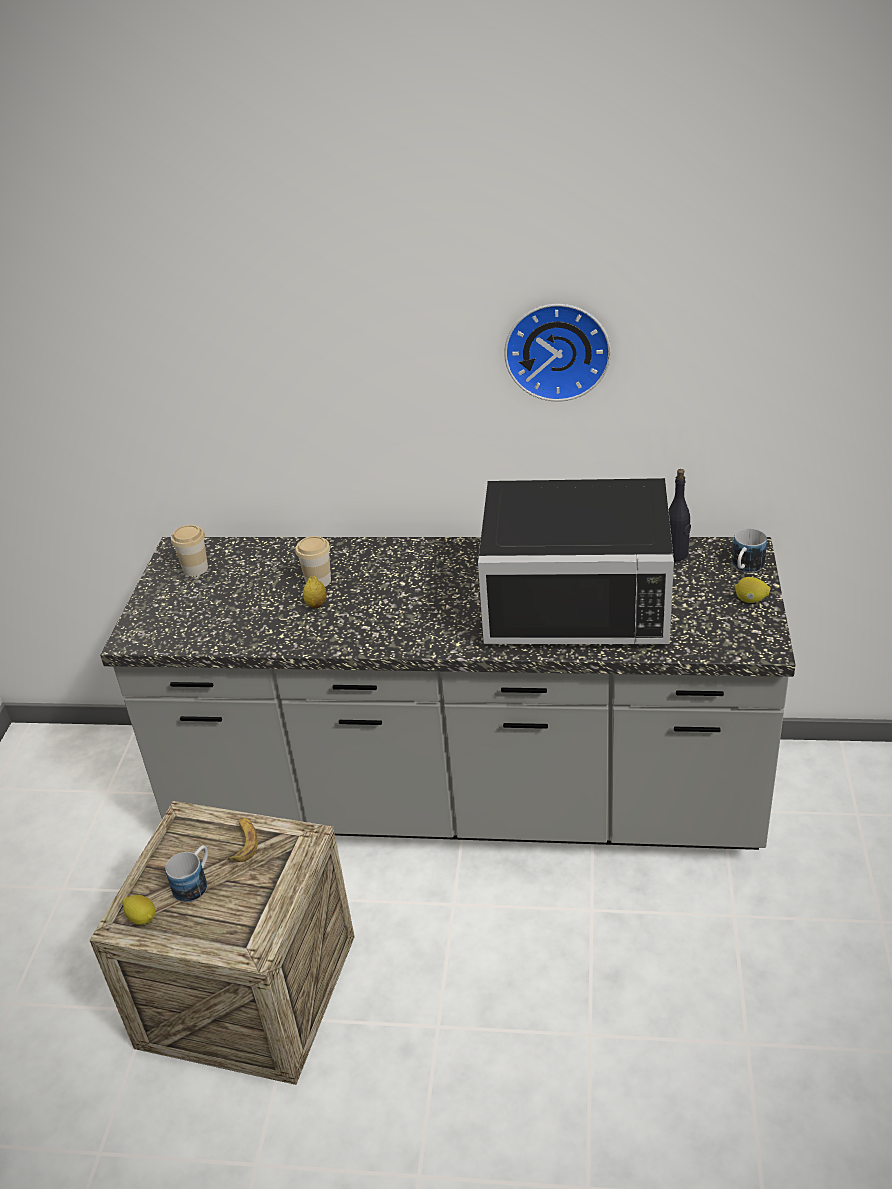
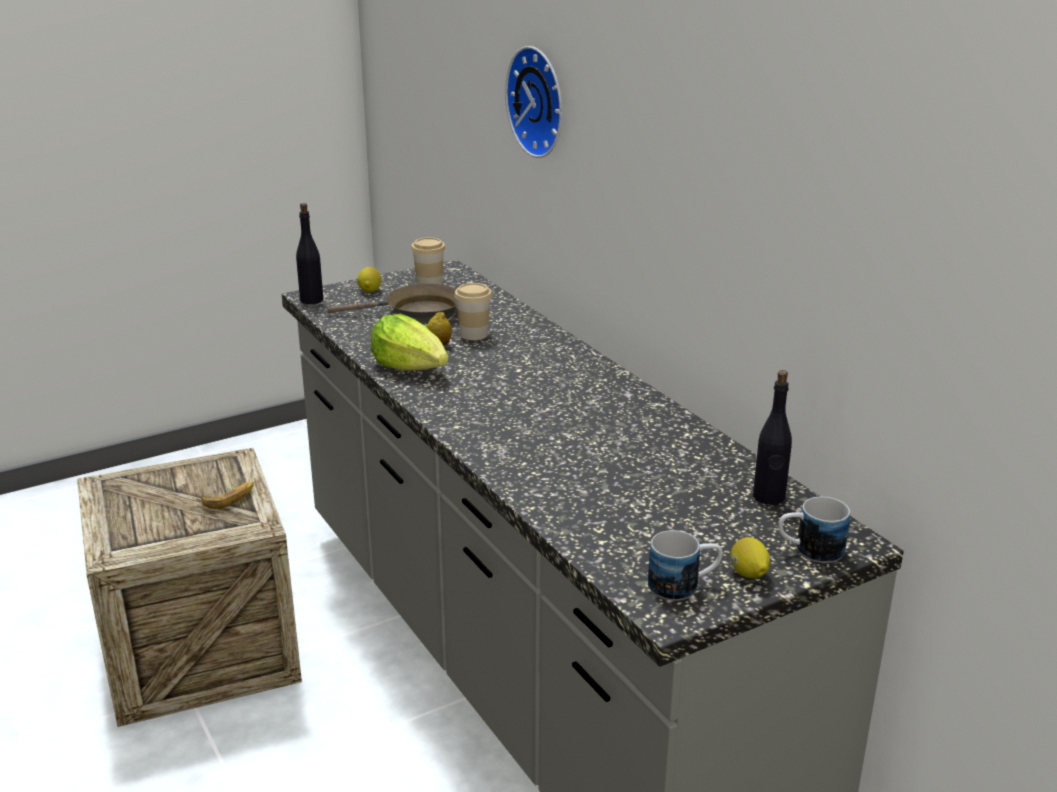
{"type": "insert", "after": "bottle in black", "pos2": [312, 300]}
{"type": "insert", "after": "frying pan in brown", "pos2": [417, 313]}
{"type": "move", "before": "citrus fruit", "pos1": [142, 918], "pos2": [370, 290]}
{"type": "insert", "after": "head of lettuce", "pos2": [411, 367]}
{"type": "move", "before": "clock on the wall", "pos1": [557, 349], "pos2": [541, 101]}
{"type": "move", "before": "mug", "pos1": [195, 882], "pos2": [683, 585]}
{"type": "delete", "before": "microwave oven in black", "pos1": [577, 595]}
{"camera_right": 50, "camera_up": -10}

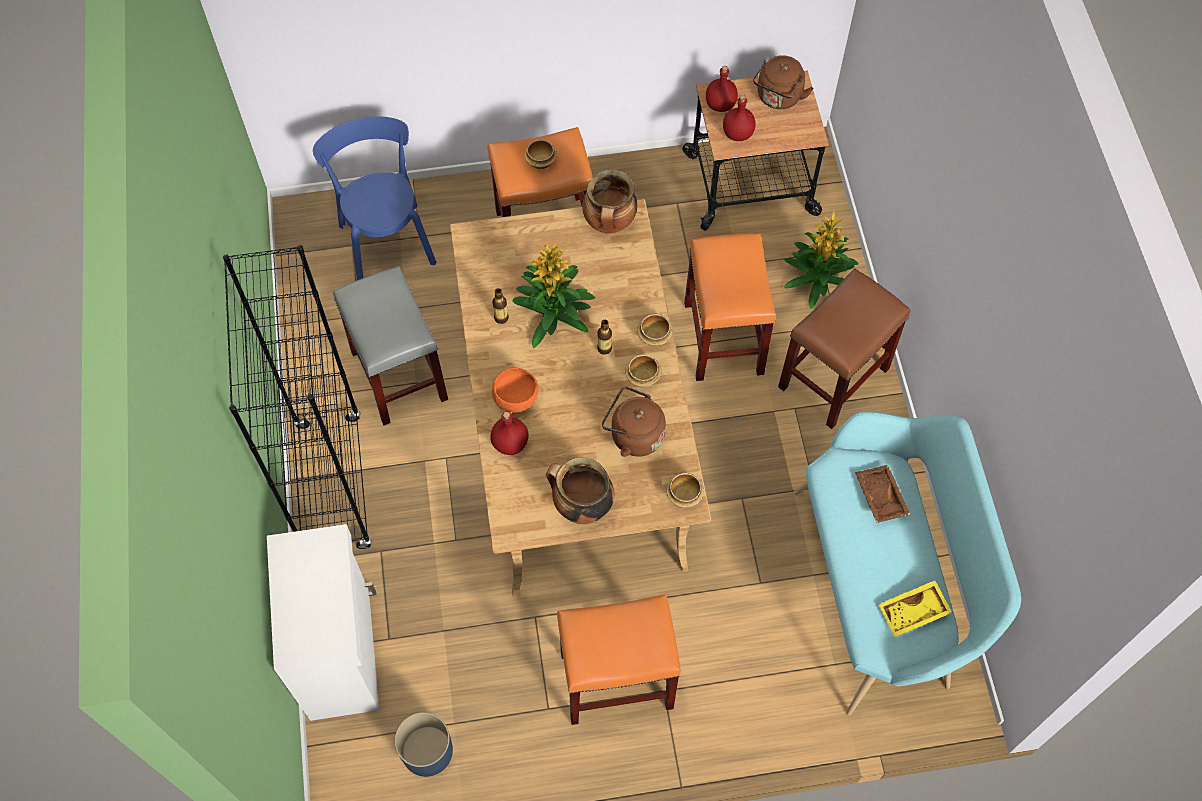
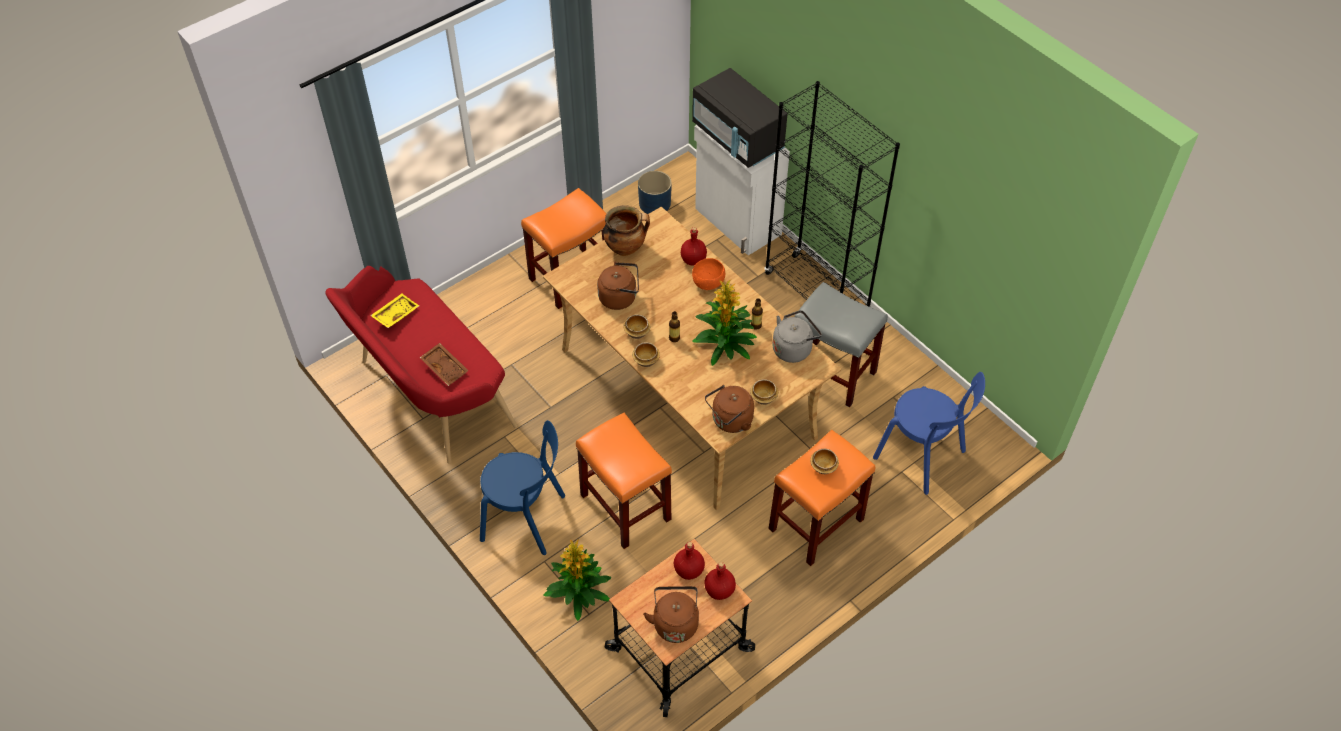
{"type": "recolor", "before": "indoor bench in turquoise-coloured", "after": "indoor bench in red", "pos1": [881, 590], "pos2": [429, 395]}
{"type": "replace", "before": "sitting stool in brown", "after": "plain chair in bluish", "pos1": [833, 377], "pos2": [527, 519]}
{"type": "insert", "after": "microwave oven in black", "pos2": [737, 138]}
{"type": "replace", "before": "stockpot", "after": "tea kettle in brown", "pos1": [610, 224], "pos2": [730, 421]}
{"type": "move", "before": "bowl", "pos1": [684, 494], "pos2": [764, 398]}
{"type": "insert", "after": "tea kettle in grey", "pos2": [793, 348]}
{"camera_right": 150, "camera_up": -10}

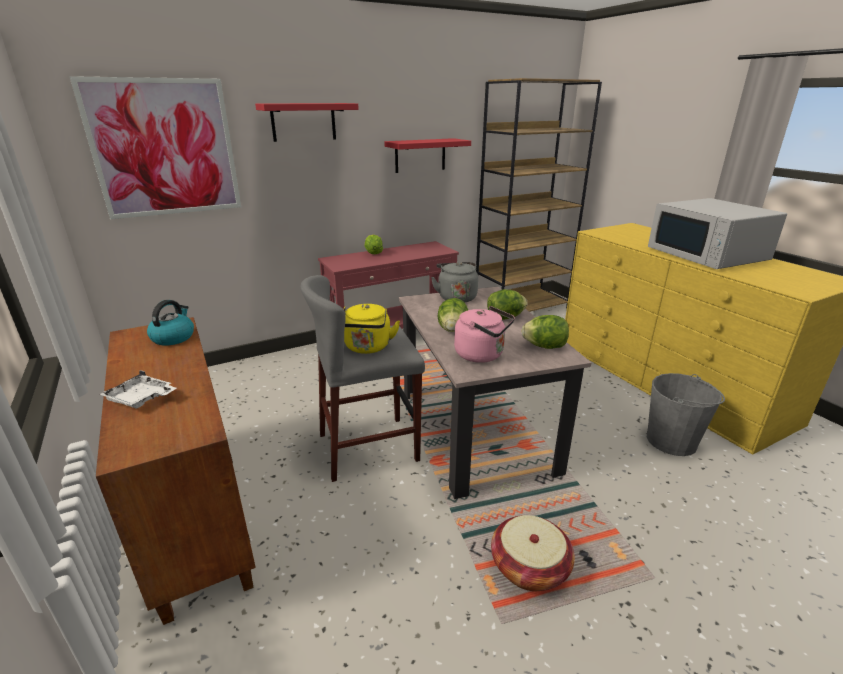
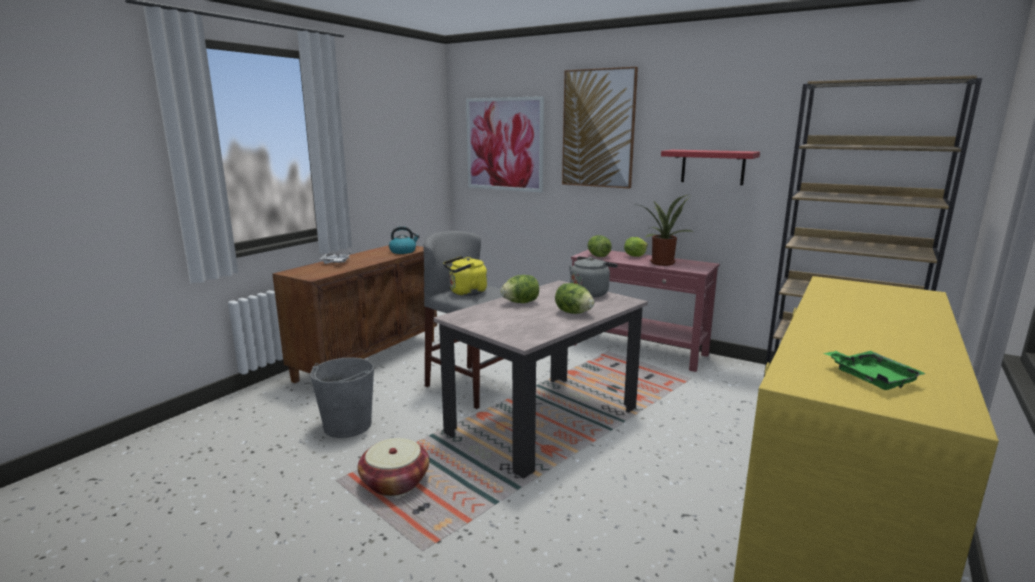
{"type": "move", "before": "bucket in grey", "pos1": [672, 441], "pos2": [347, 426]}
{"type": "replace", "before": "bracket shelf in red", "after": "wall picture", "pos1": [303, 122], "pos2": [598, 129]}
{"type": "move", "before": "head of lettuce", "pos1": [544, 346], "pos2": [598, 256]}
{"type": "insert", "after": "plant in a pot", "pos2": [661, 262]}
{"type": "insert", "after": "serving tray in greenish", "pos2": [871, 378]}
{"type": "delete", "before": "tea kettle in pinkish", "pos1": [482, 355]}
{"type": "delete", "before": "microwave oven in white", "pos1": [707, 255]}
{"camera_right": 60, "camera_up": -10}

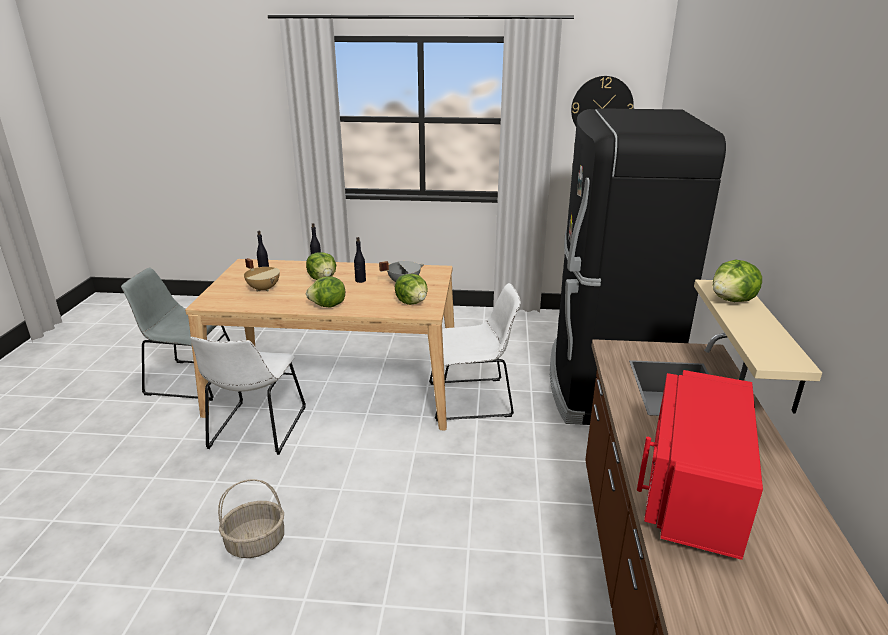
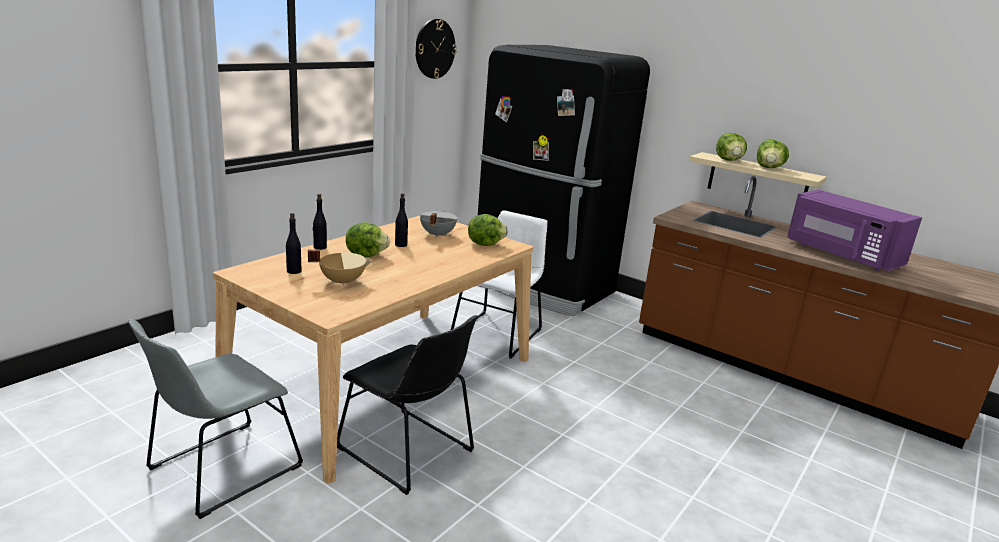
{"type": "recolor", "before": "plain chair in white", "after": "plain chair in black", "pos1": [256, 430], "pos2": [409, 452]}
{"type": "move", "before": "head of lettuce", "pos1": [328, 306], "pos2": [769, 168]}
{"type": "recolor", "before": "microwave oven in red", "after": "microwave oven in purple", "pos1": [692, 490], "pos2": [841, 255]}
{"type": "delete", "before": "storage basket", "pos1": [255, 543]}
{"camera_right": -60, "camera_up": -5}

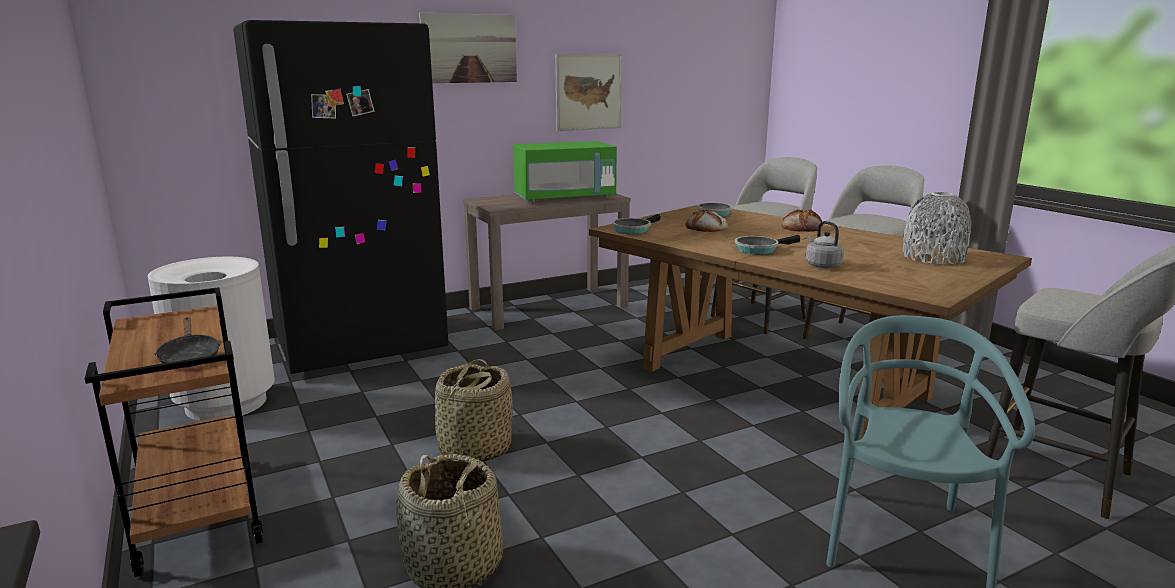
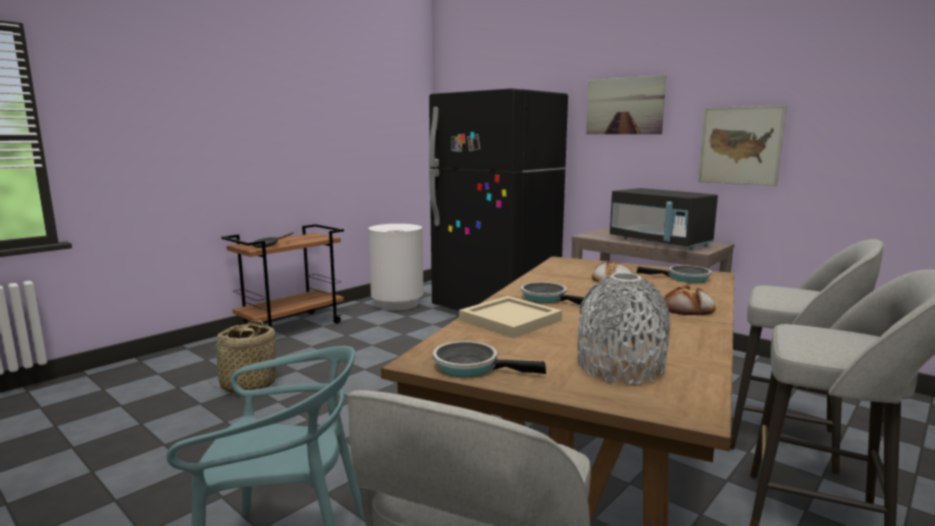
{"type": "move", "before": "frying pan", "pos1": [633, 230], "pos2": [471, 367]}
{"type": "replace", "before": "tea kettle in grey", "after": "serving tray in beige-coloured", "pos1": [821, 265], "pos2": [510, 319]}
{"type": "recolor", "before": "microwave oven in greenish", "after": "microwave oven in black", "pos1": [565, 198], "pos2": [659, 242]}
{"type": "delete", "before": "storage basket", "pos1": [474, 449]}
{"camera_right": 70, "camera_up": -5}

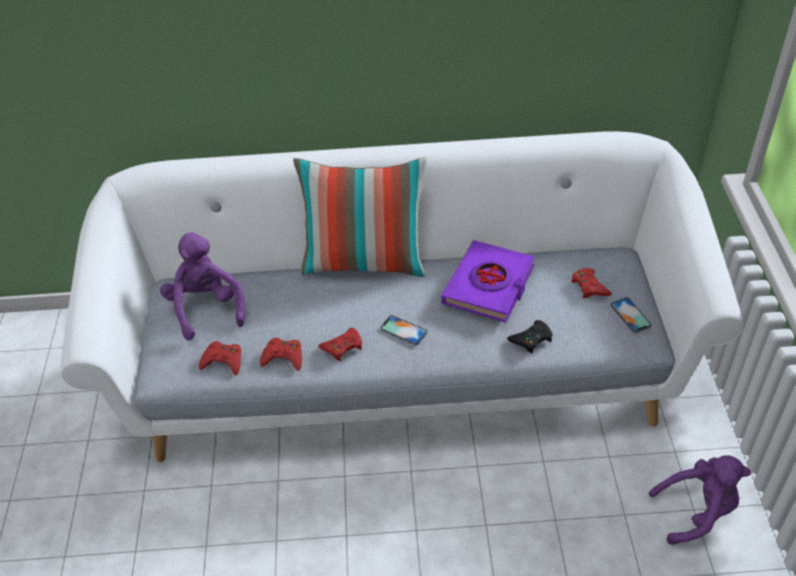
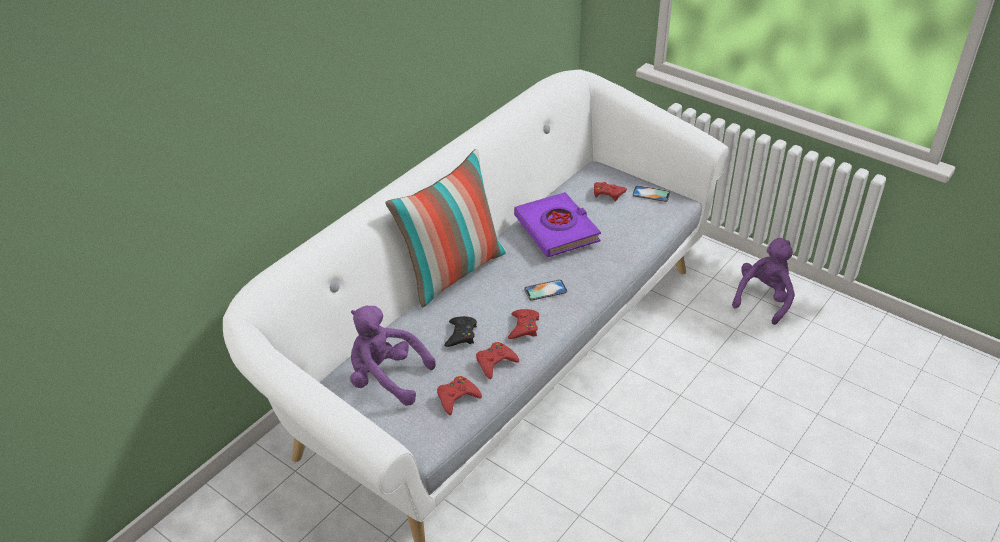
{"type": "move", "before": "joypad in black", "pos1": [531, 339], "pos2": [461, 335]}
{"camera_right": -50, "camera_up": -5}

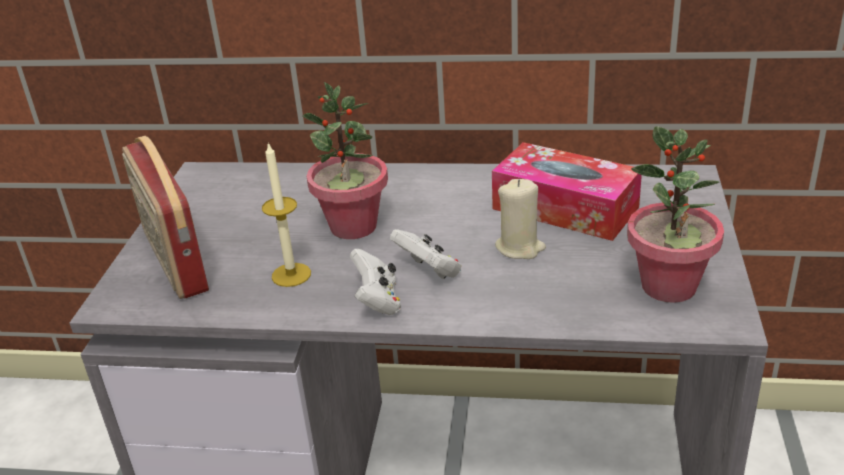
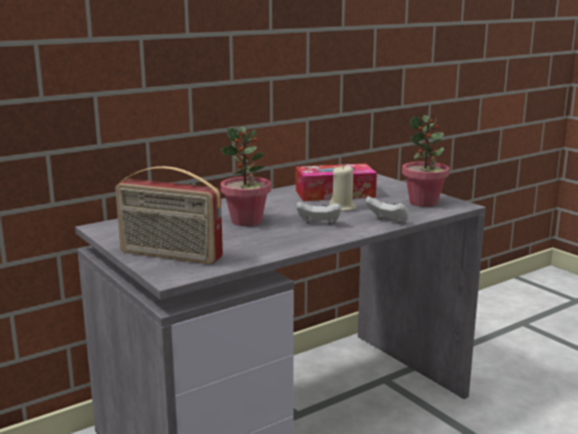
{"type": "move", "before": "joypad in white", "pos1": [378, 301], "pos2": [388, 221]}
{"type": "delete", "before": "candle", "pos1": [291, 275]}
{"camera_right": -45, "camera_up": -15}

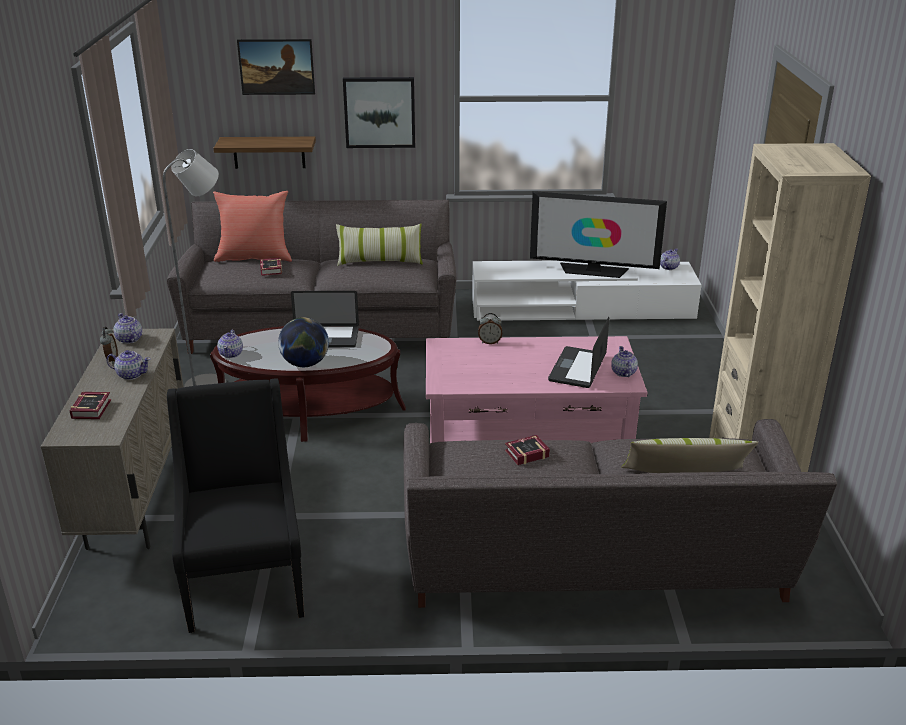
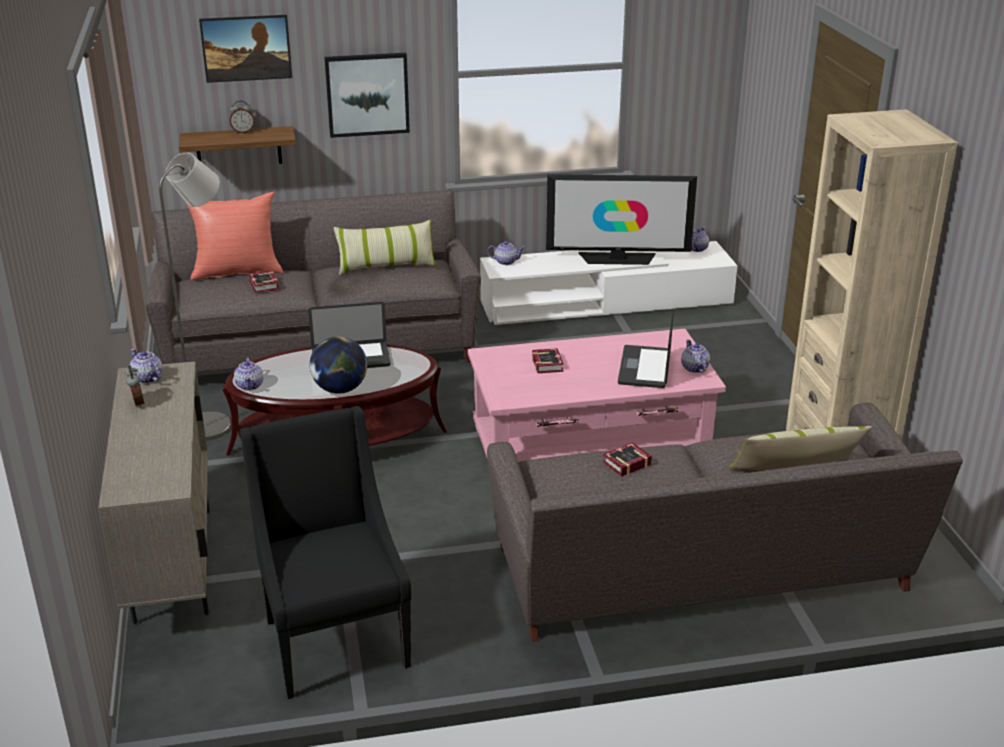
{"type": "move", "before": "table clock", "pos1": [490, 342], "pos2": [243, 132]}
{"type": "move", "before": "teapot", "pos1": [131, 374], "pos2": [505, 261]}
{"type": "move", "before": "volume", "pos1": [93, 408], "pos2": [548, 363]}
{"camera_right": -10, "camera_up": 0}

